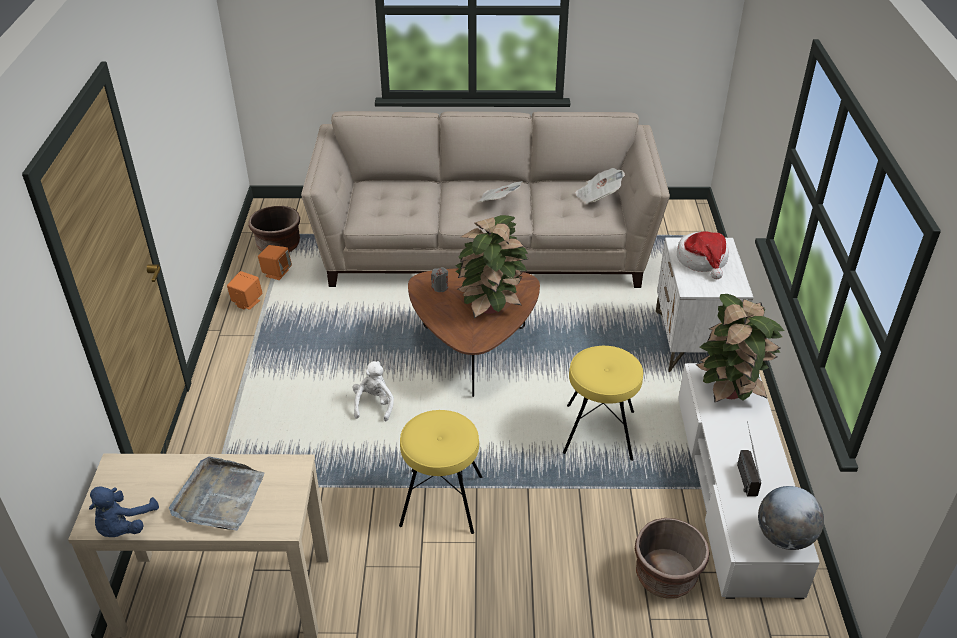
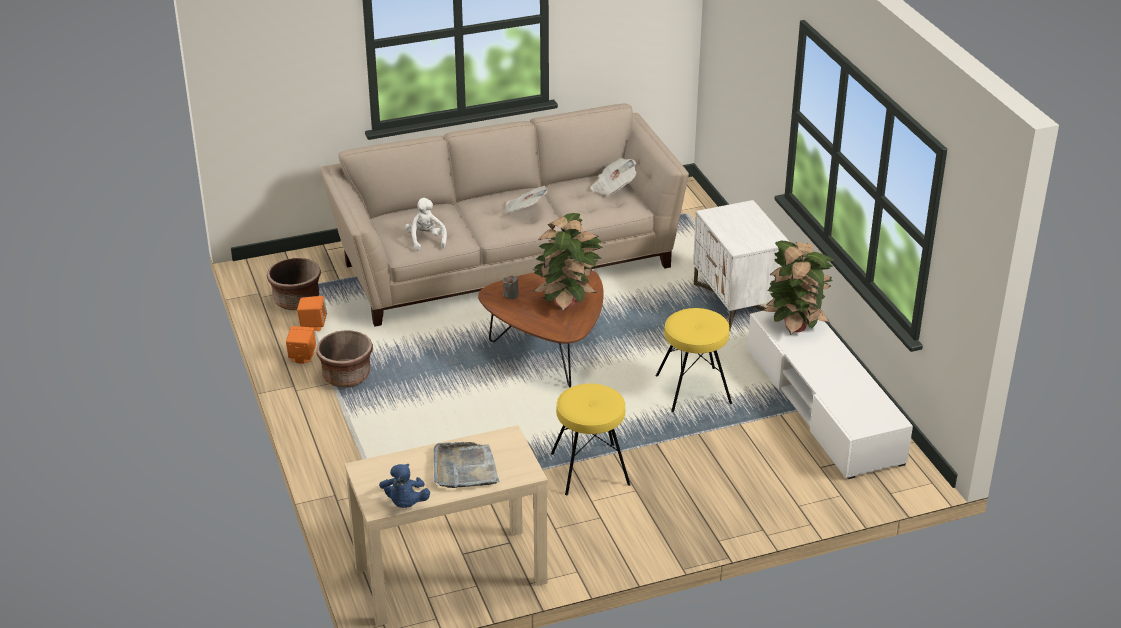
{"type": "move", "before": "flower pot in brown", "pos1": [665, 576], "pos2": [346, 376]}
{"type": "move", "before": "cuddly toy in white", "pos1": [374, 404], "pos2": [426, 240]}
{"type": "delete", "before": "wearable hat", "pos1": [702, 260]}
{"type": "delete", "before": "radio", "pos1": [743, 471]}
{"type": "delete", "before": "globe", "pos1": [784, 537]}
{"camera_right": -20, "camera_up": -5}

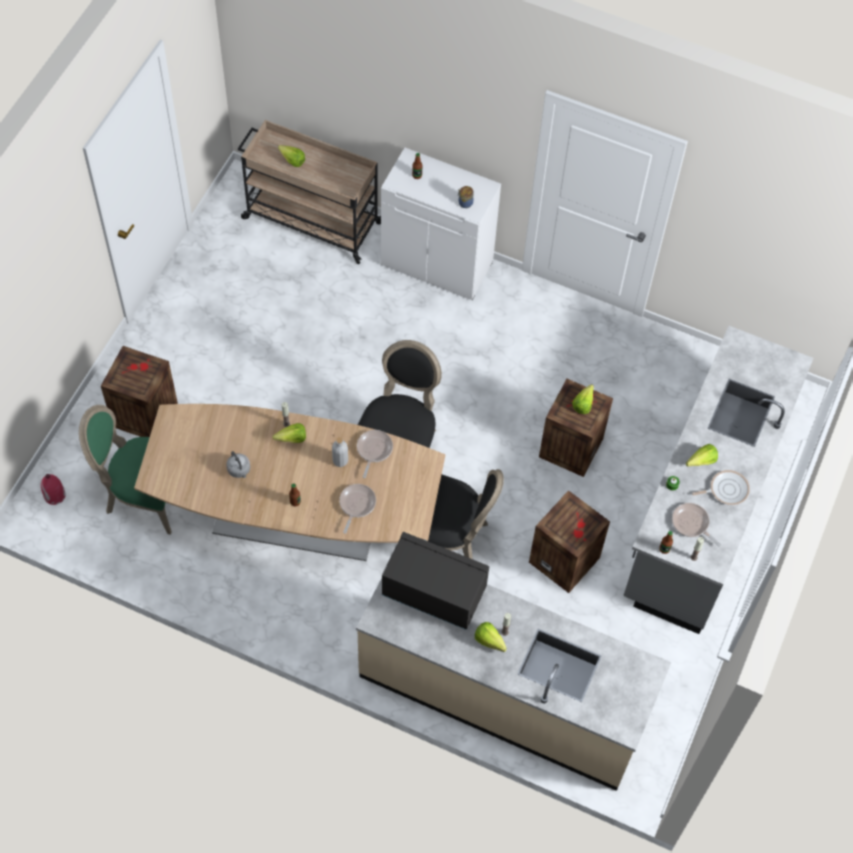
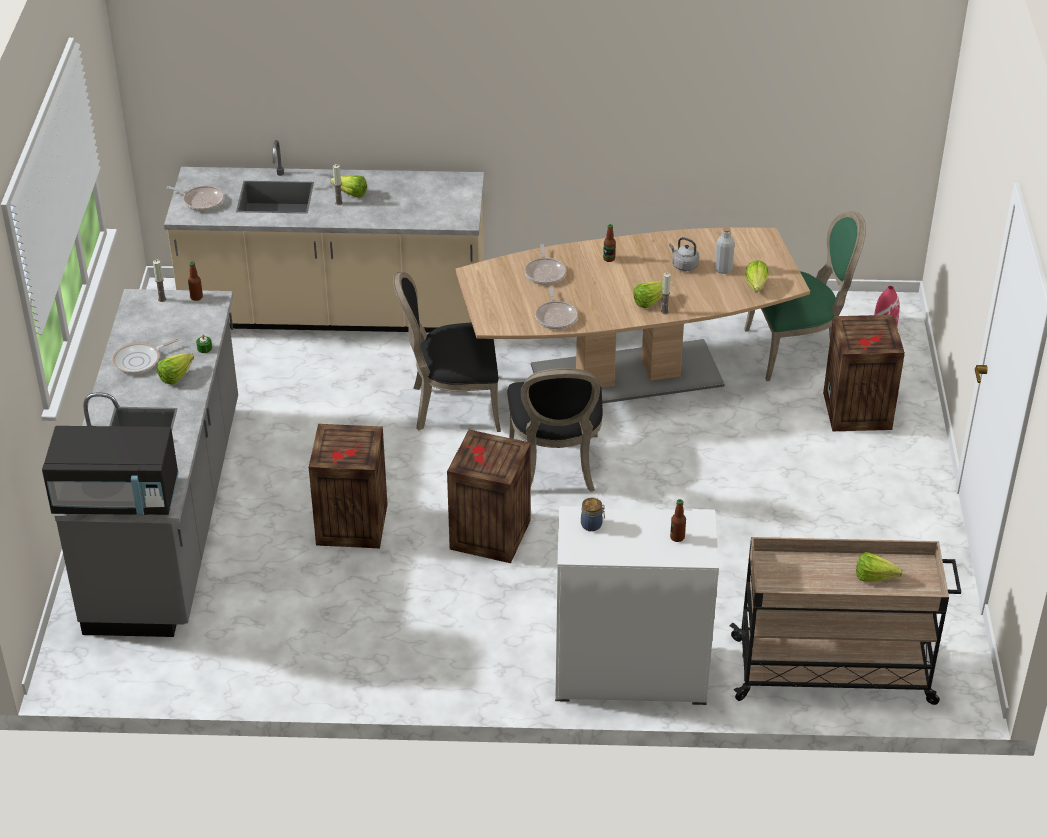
{"type": "move", "before": "microwave oven in black", "pos1": [433, 592], "pos2": [117, 498]}
{"type": "move", "before": "frying pan", "pos1": [691, 524], "pos2": [201, 201]}
{"type": "move", "before": "shipping crate", "pos1": [565, 560], "pos2": [488, 535]}
{"type": "move", "before": "bottle in grey", "pos1": [340, 461], "pos2": [723, 269]}
{"type": "move", "before": "head of lettuce", "pos1": [585, 402], "pos2": [755, 288]}
{"camera_right": 160, "camera_up": -20}

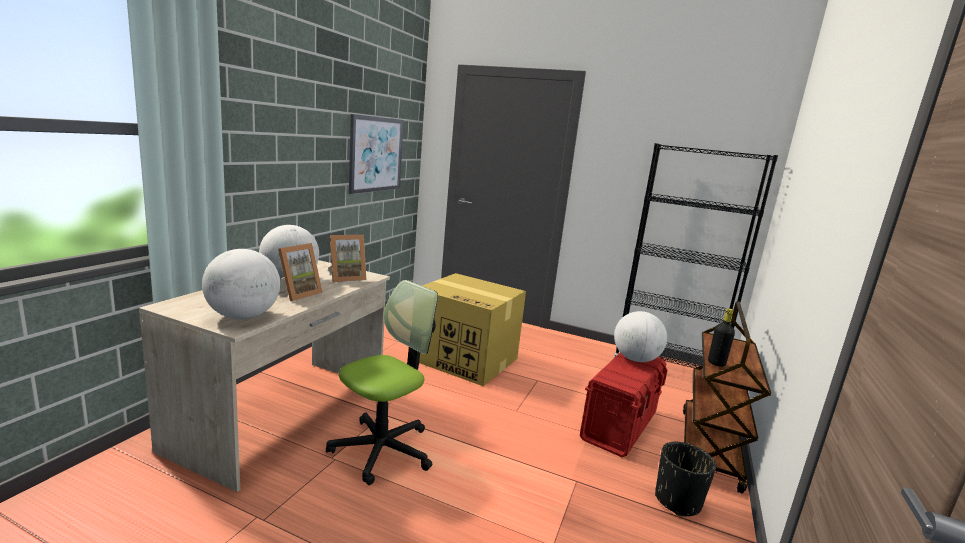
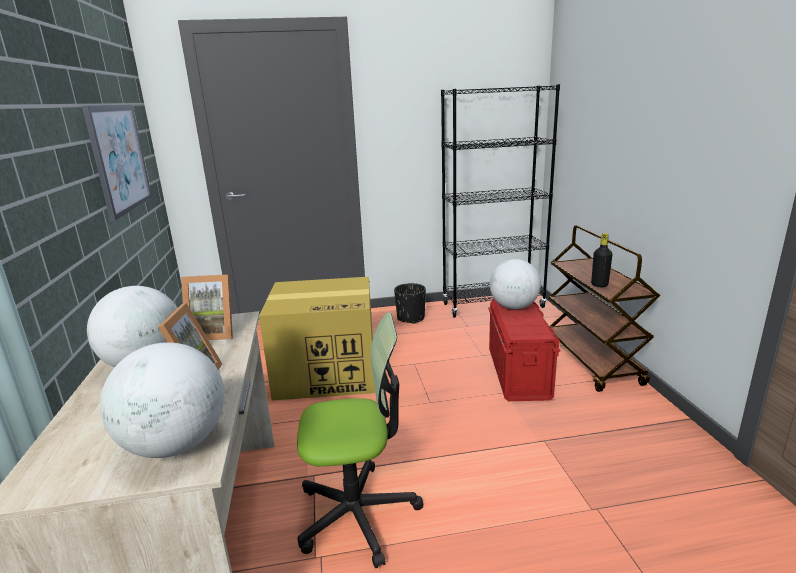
{"type": "rotate", "before": "picture frame", "pos1": [346, 278], "pos2": [214, 333], "turn": 60}
{"type": "rotate", "before": "desk chair", "pos1": [382, 449], "pos2": [357, 514], "turn": 75}
{"type": "move", "before": "flower pot in black", "pos1": [677, 501], "pos2": [410, 318]}
{"camera_right": -30, "camera_up": 5}

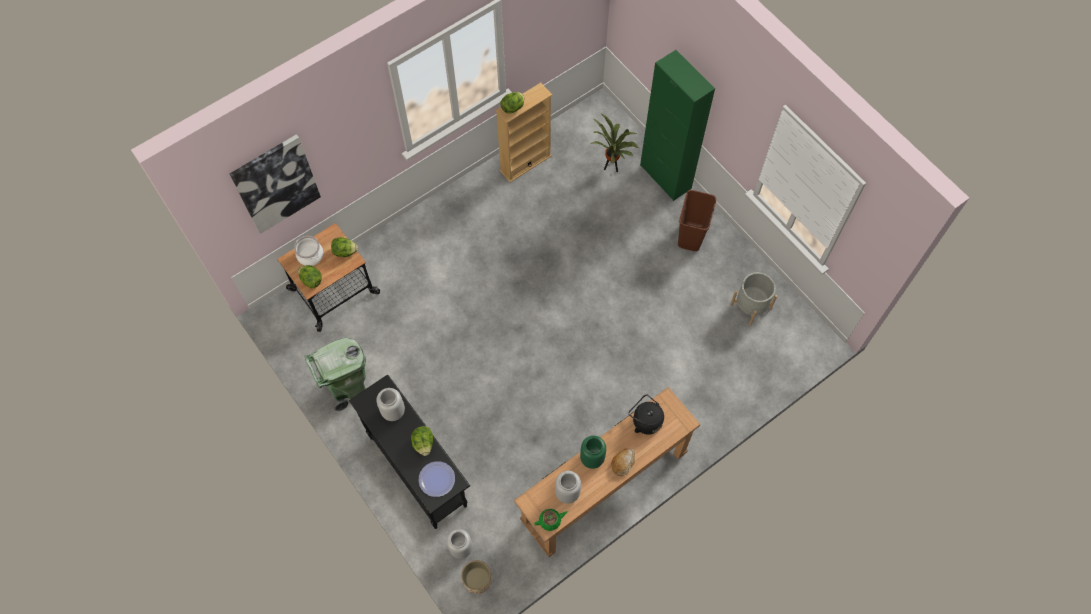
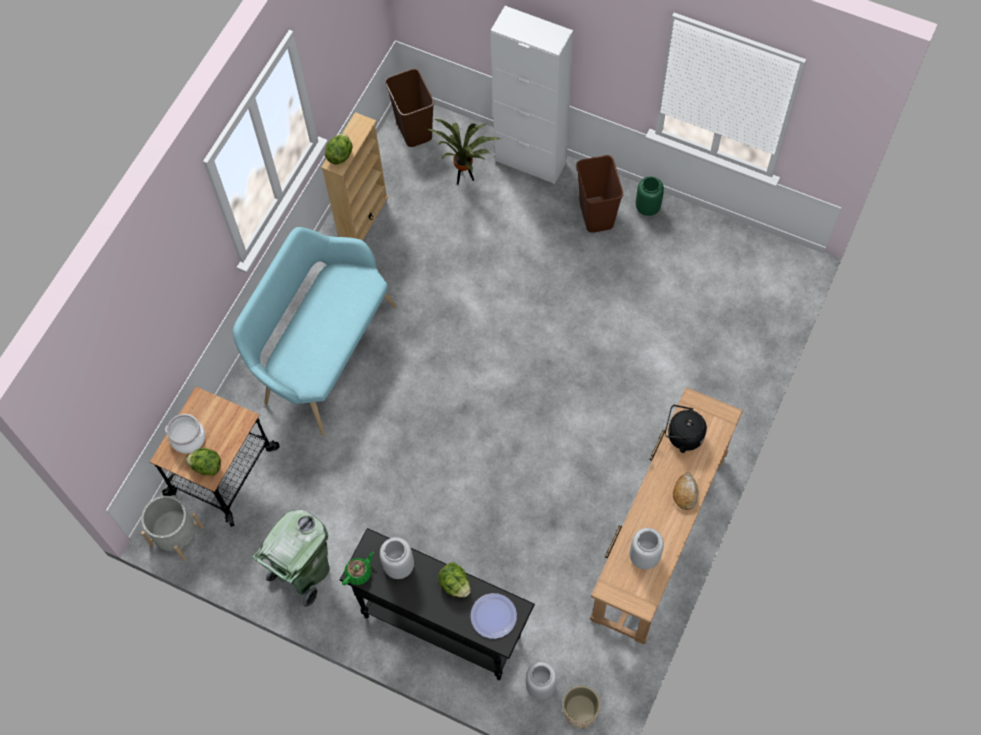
{"type": "move", "before": "flower pot in grey", "pos1": [750, 306], "pos2": [177, 536]}
{"type": "insert", "after": "indoor bench in turquoise-coloured", "pos2": [323, 354]}
{"type": "move", "before": "teapot in greenish", "pos1": [550, 520], "pos2": [359, 572]}
{"type": "insert", "after": "waste bin in brown", "pos2": [413, 130]}
{"type": "recolor", "before": "cabinet in greenish", "after": "cabinet in white", "pos1": [665, 177], "pos2": [530, 161]}
{"type": "move", "before": "vase in greenish", "pos1": [591, 458], "pos2": [647, 207]}
{"type": "delete", "before": "wall picture", "pos1": [276, 184]}
{"type": "delete", "before": "head of lettuce", "pos1": [345, 252]}
{"camera_right": -25, "camera_up": 0}

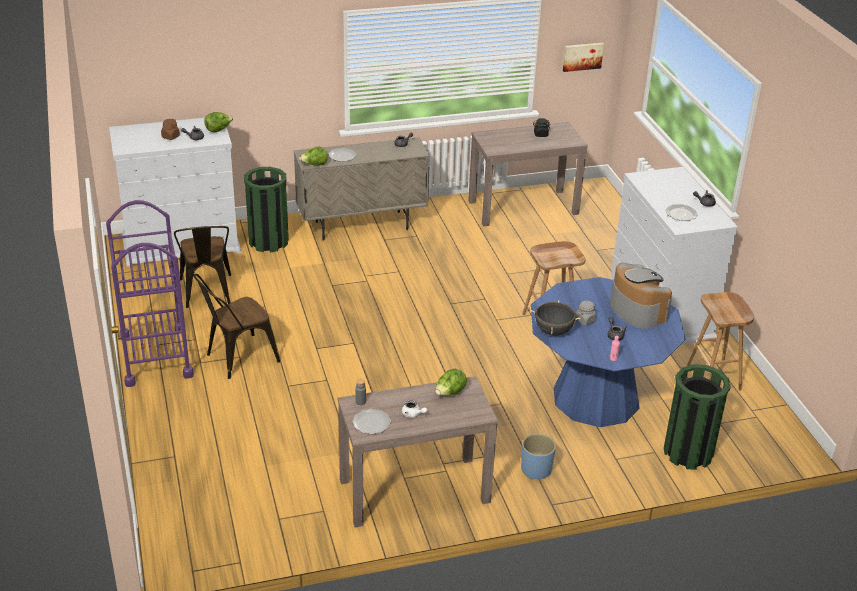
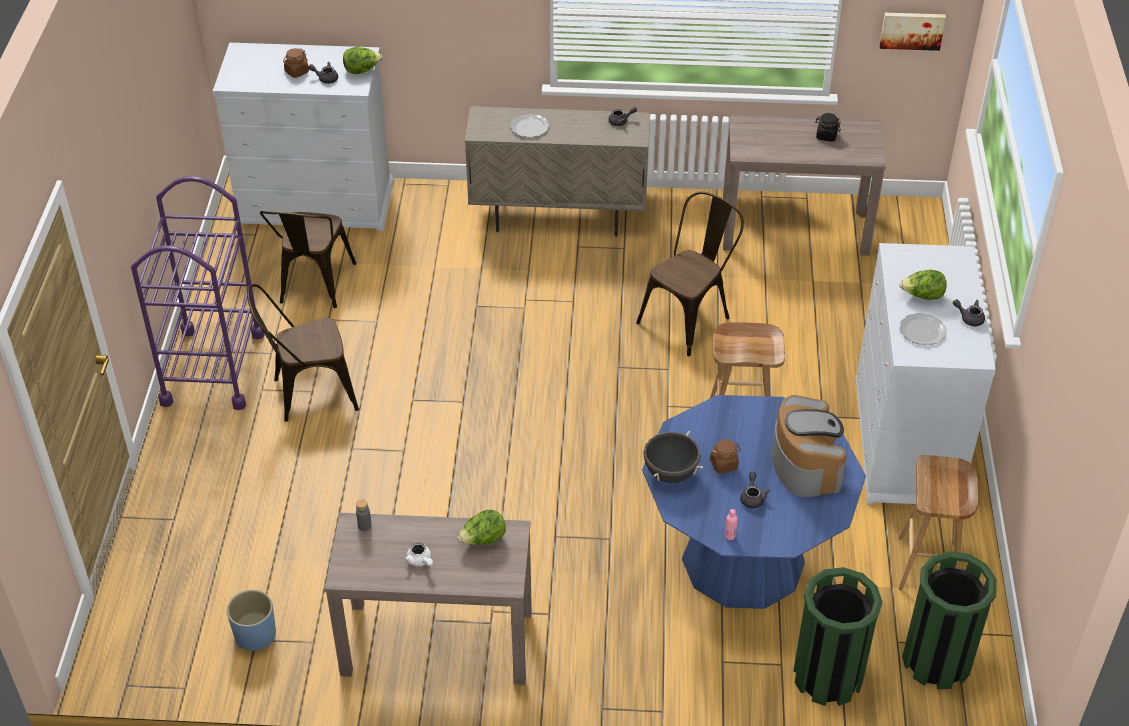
{"type": "move", "before": "flower pot in bluish", "pos1": [536, 470], "pos2": [255, 635]}
{"type": "insert", "after": "plain chair in brown", "pos2": [689, 318]}
{"type": "recolor", "before": "preserve jar in grey", "after": "preserve jar in brown", "pos1": [585, 320], "pos2": [724, 464]}
{"type": "move", "before": "head of lettuce", "pos1": [314, 165], "pos2": [922, 296]}
{"type": "move", "before": "waste bin in greenish", "pos1": [268, 241], "pos2": [936, 660]}
{"type": "delete", "before": "flat dish", "pos1": [372, 423]}
{"camera_right": 20, "camera_up": 10}

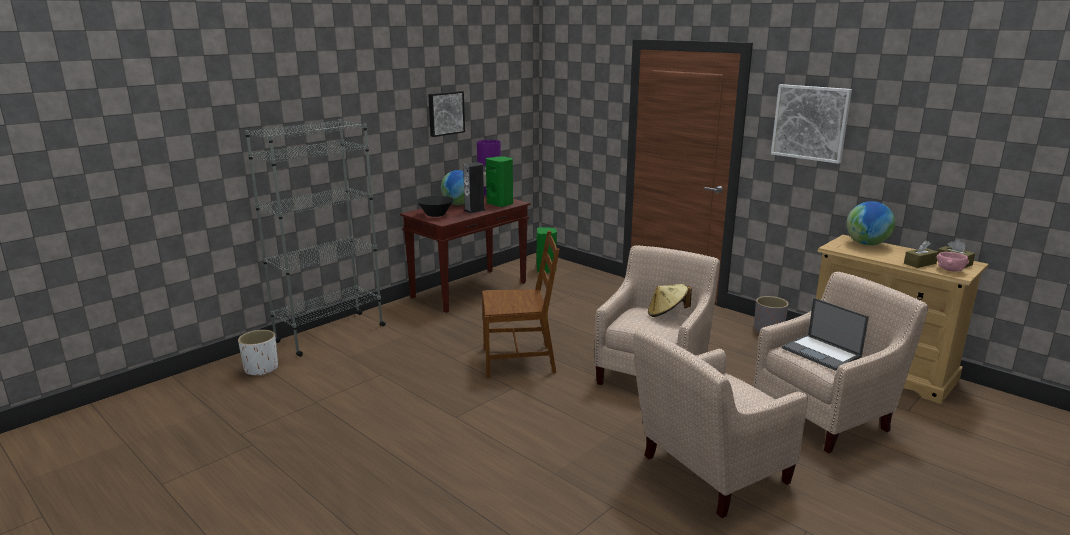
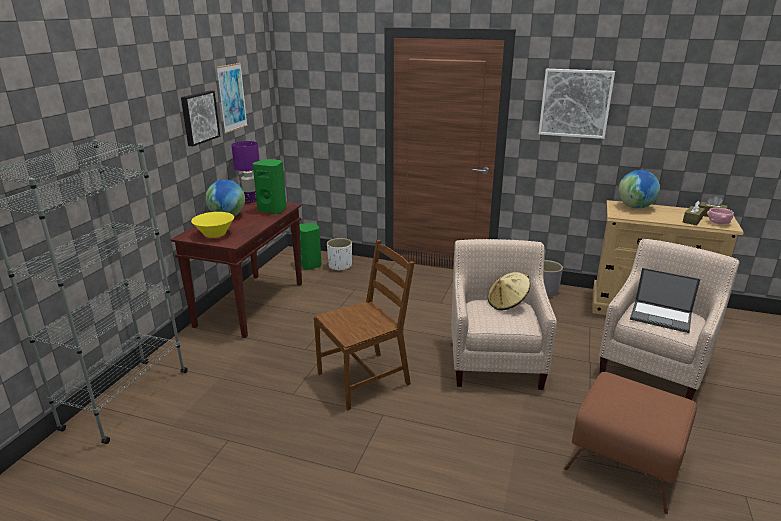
{"type": "recolor", "before": "bowl in black", "after": "bowl in yellowish", "pos1": [435, 215], "pos2": [215, 234]}
{"type": "insert", "after": "wall picture", "pos2": [232, 97]}
{"type": "move", "before": "flower pot in white", "pos1": [261, 369], "pos2": [340, 266]}
{"type": "replace", "before": "armchair in beige-coloured", "after": "footrest in brown", "pos1": [707, 472], "pos2": [625, 459]}
{"type": "delete", "before": "audio speaker", "pos1": [474, 210]}
{"camera_right": -25, "camera_up": 5}

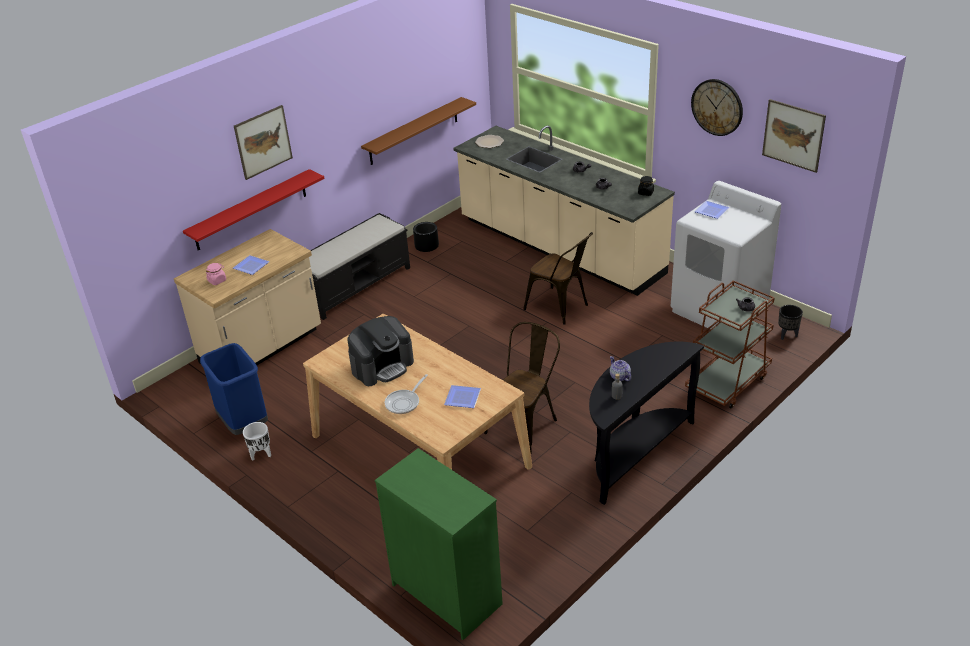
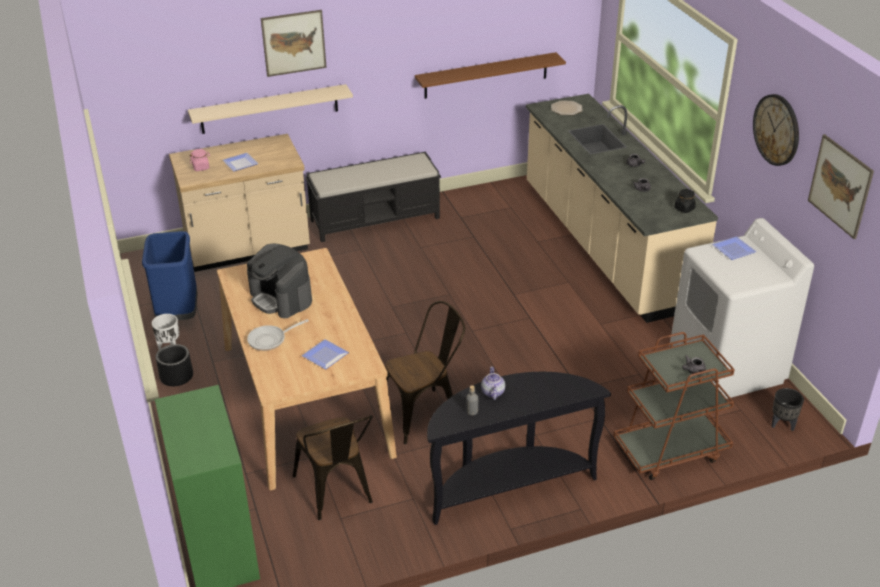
{"type": "move", "before": "flower pot in black", "pos1": [426, 246], "pos2": [176, 376]}
{"type": "recolor", "before": "bracket shelf in red", "after": "bracket shelf in beige-coloured", "pos1": [251, 210], "pos2": [269, 109]}
{"type": "rotate", "before": "coffee brewer", "pos1": [382, 366], "pos2": [281, 298], "turn": 60}
{"type": "move", "before": "plain chair in brown", "pos1": [560, 308], "pos2": [336, 493]}
{"camera_right": 25, "camera_up": 0}

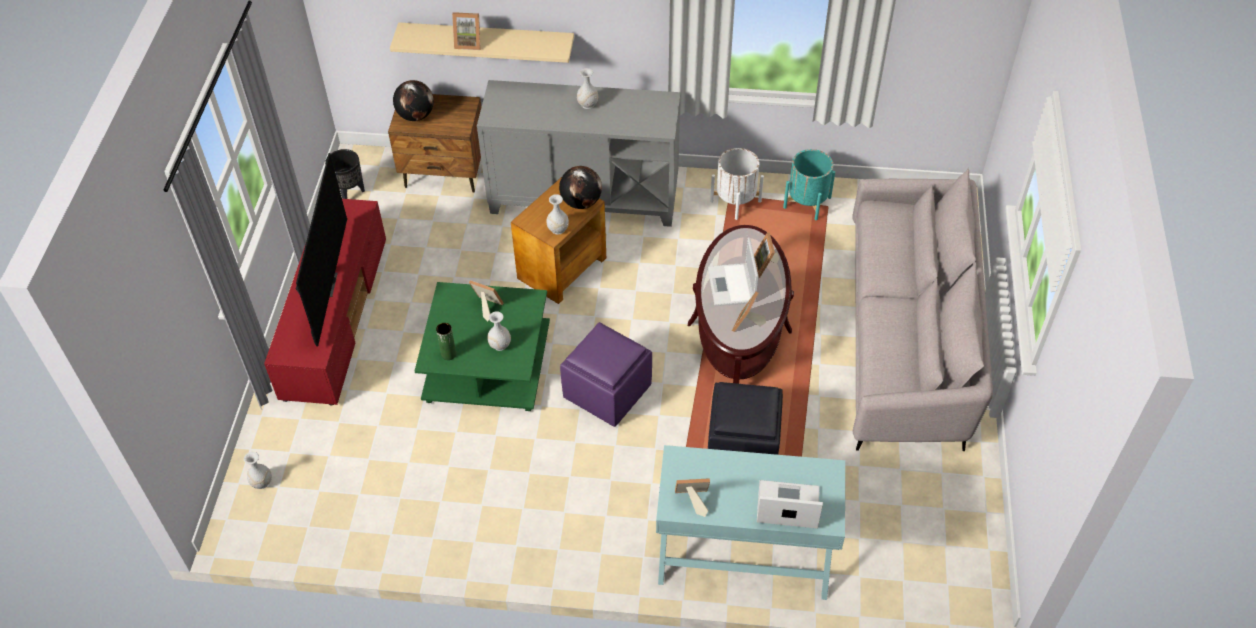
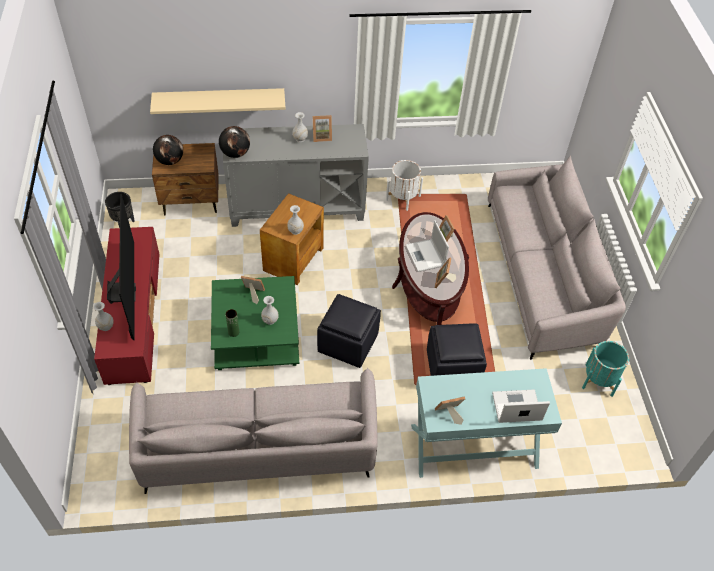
{"type": "move", "before": "vase in white", "pos1": [261, 482], "pos2": [105, 326]}
{"type": "insert", "after": "sofa in grey", "pos2": [258, 448]}
{"type": "move", "before": "globe", "pos1": [581, 202], "pos2": [235, 153]}
{"type": "move", "before": "picture frame", "pos1": [468, 43], "pos2": [322, 136]}
{"type": "recolor", "before": "footrest in purple", "after": "footrest in black", "pos1": [606, 392], "pos2": [347, 343]}
{"type": "move", "before": "flower pot in turquoise-coloured", "pos1": [807, 202], "pos2": [599, 380]}
{"camera_right": -15, "camera_up": 0}

